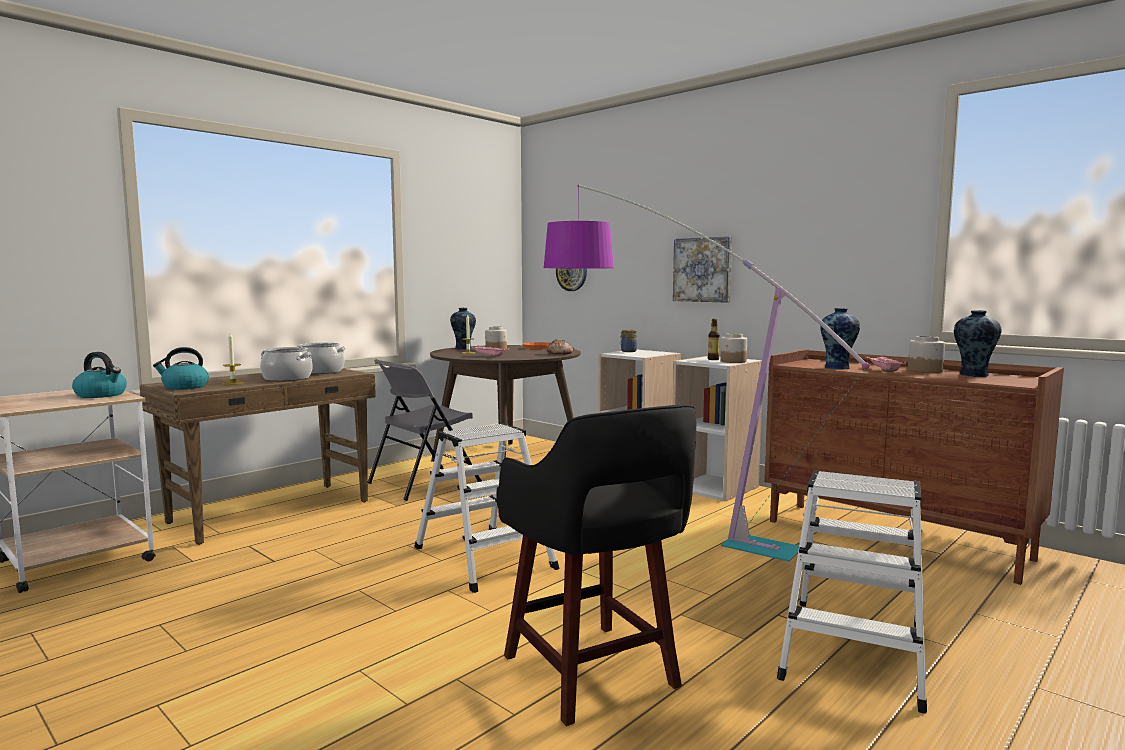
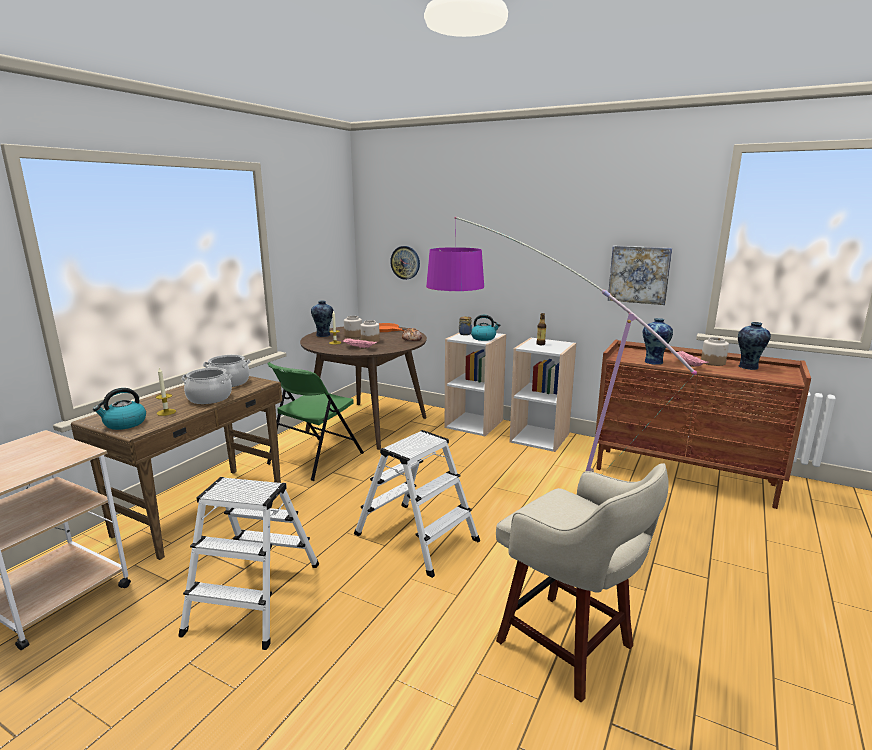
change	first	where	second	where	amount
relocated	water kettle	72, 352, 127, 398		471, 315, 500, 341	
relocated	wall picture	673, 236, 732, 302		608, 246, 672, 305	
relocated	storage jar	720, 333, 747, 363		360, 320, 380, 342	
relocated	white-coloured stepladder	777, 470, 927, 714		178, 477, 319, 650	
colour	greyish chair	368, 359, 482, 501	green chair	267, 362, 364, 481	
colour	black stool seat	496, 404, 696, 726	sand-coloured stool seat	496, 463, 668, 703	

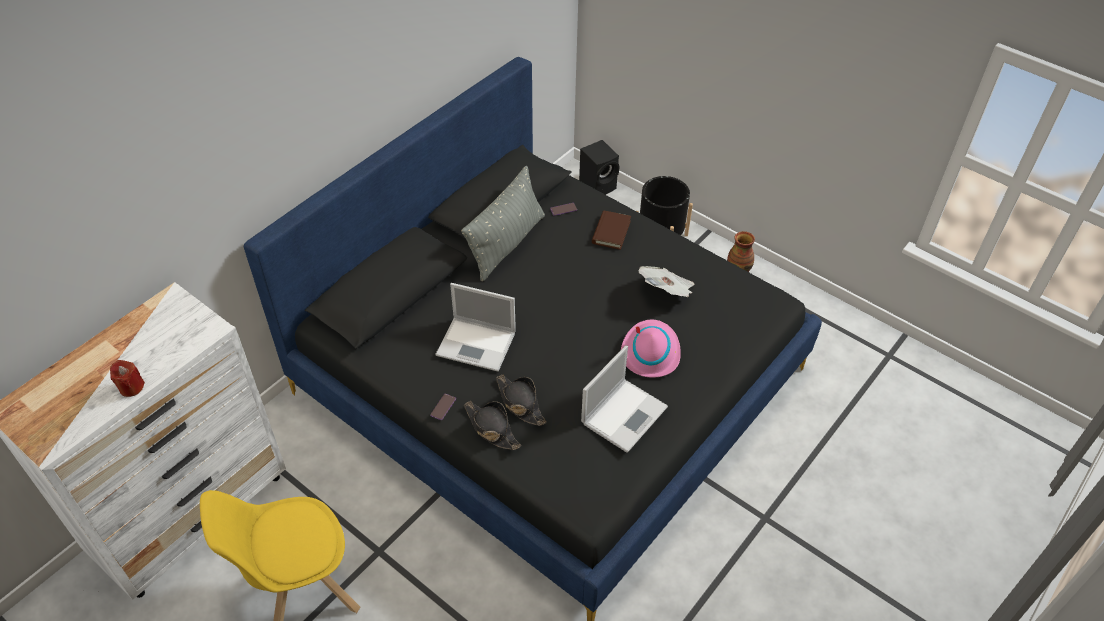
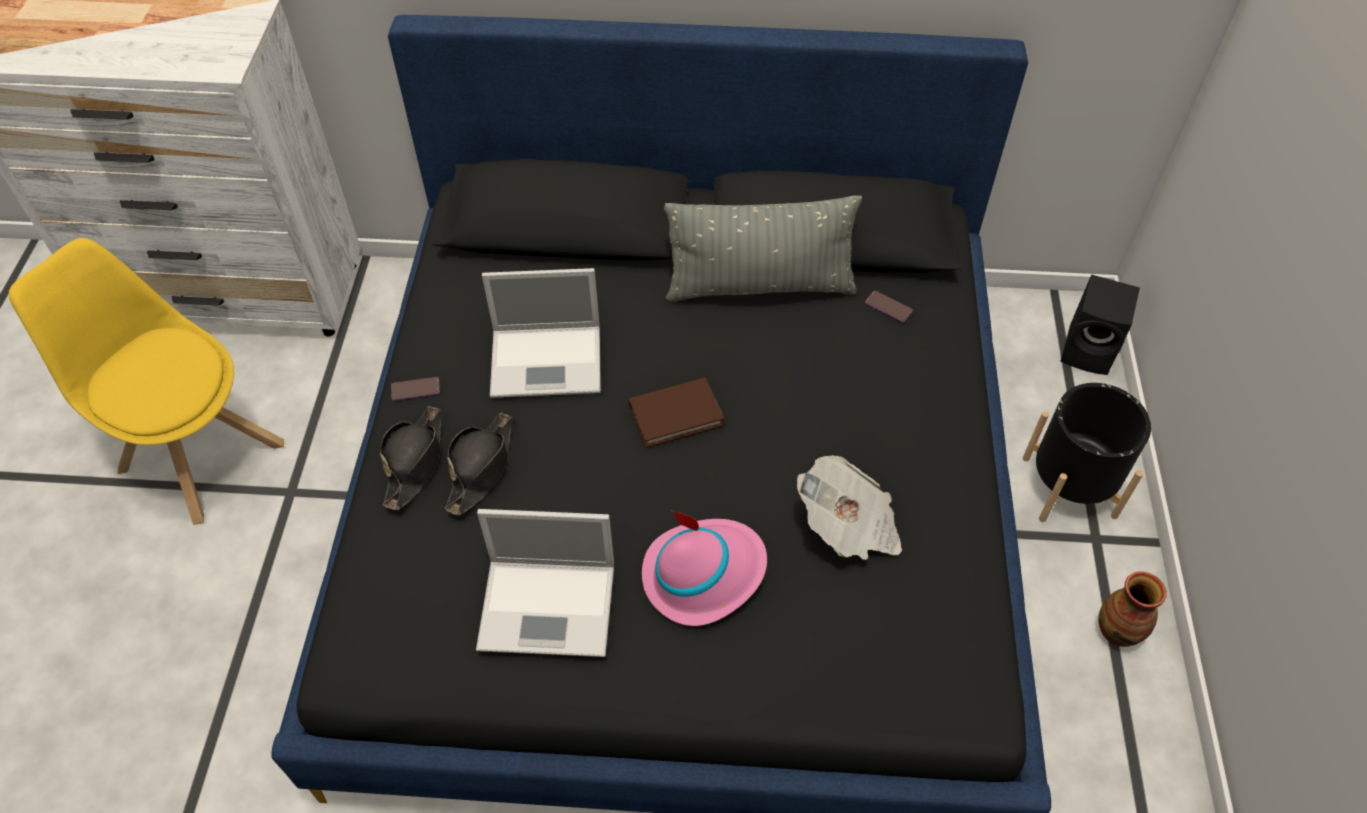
change	first	where	second	where	amount
missing	red-coloured wax light	110, 360, 145, 397			
relocated	brown volume	592, 211, 631, 250		629, 378, 724, 448	
spun	portable computer	435, 283, 516, 372		482, 268, 601, 398	75 degrees counterclockwise

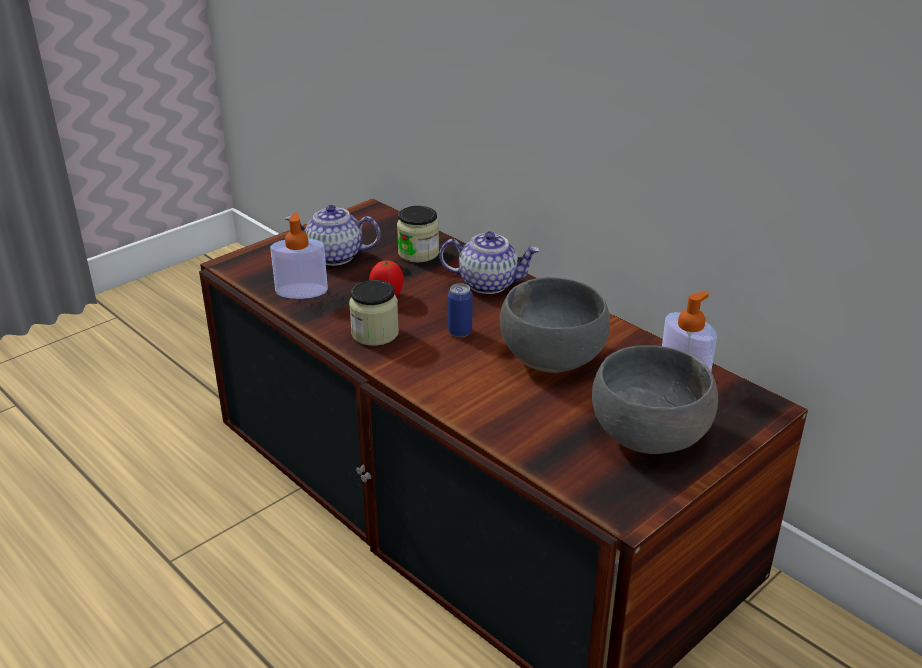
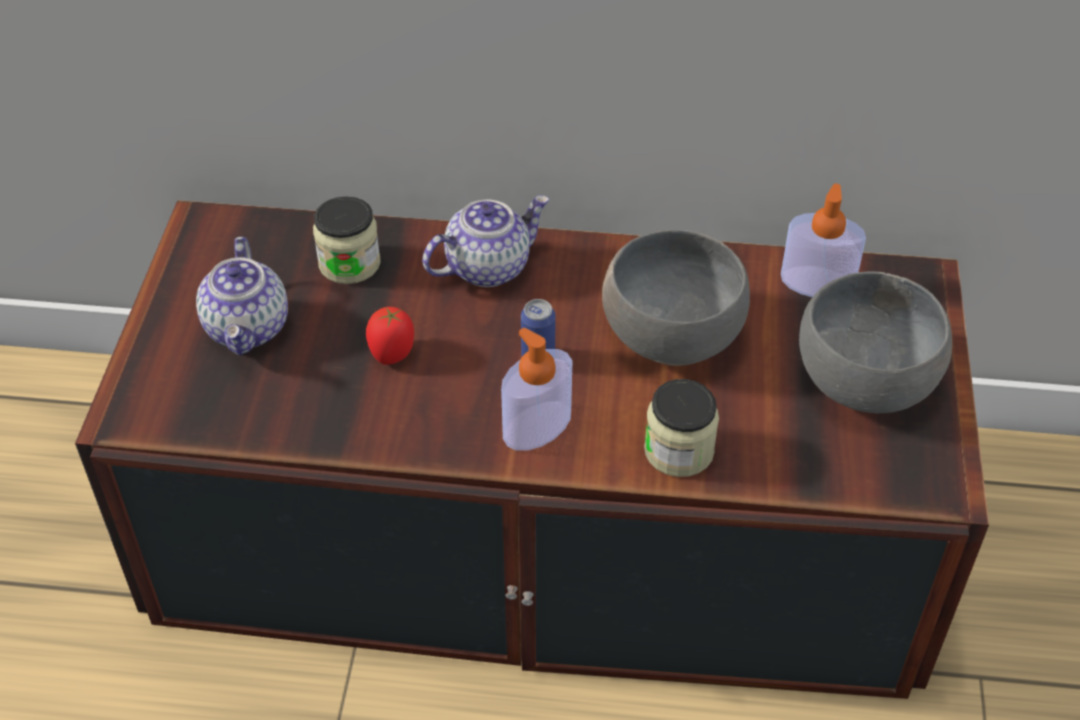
change	first	where	second	where	amount
relocated	liquid soap bottle	270, 213, 328, 299		501, 328, 572, 451	
relocated	storage jar	349, 280, 399, 346		644, 379, 719, 477	
spun	pot for tea	285, 205, 380, 266		196, 237, 288, 356	60 degrees counterclockwise

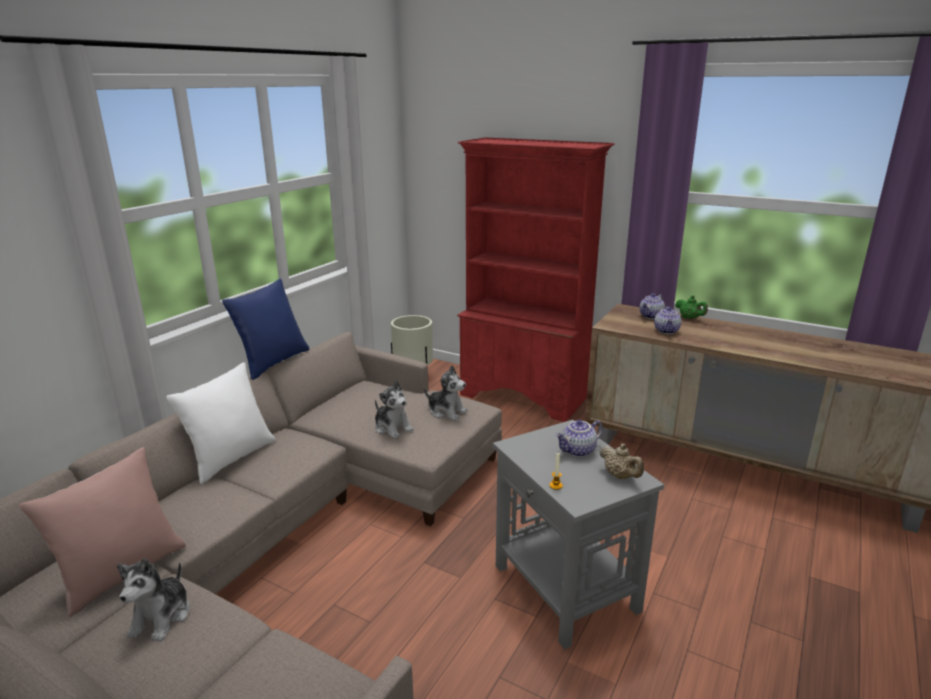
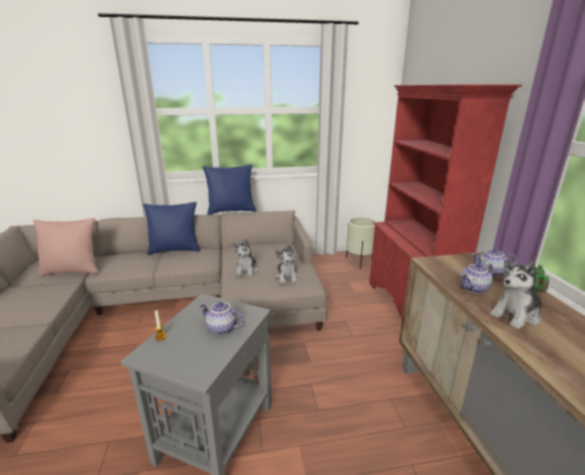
change	first	where	second	where	amount
missing	sand-coloured pot for tea	600, 443, 644, 479			
relocated	plush toy	117, 558, 190, 642		490, 259, 541, 329	
colour	white-coloured cushion	166, 362, 276, 484	bluish cushion	143, 202, 200, 255	

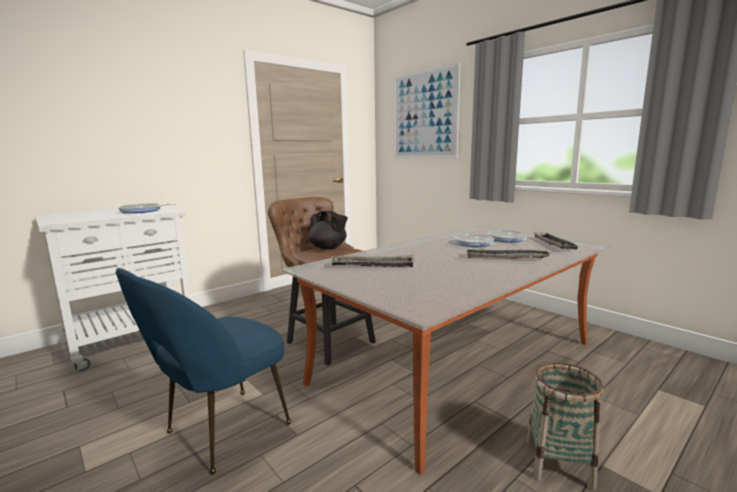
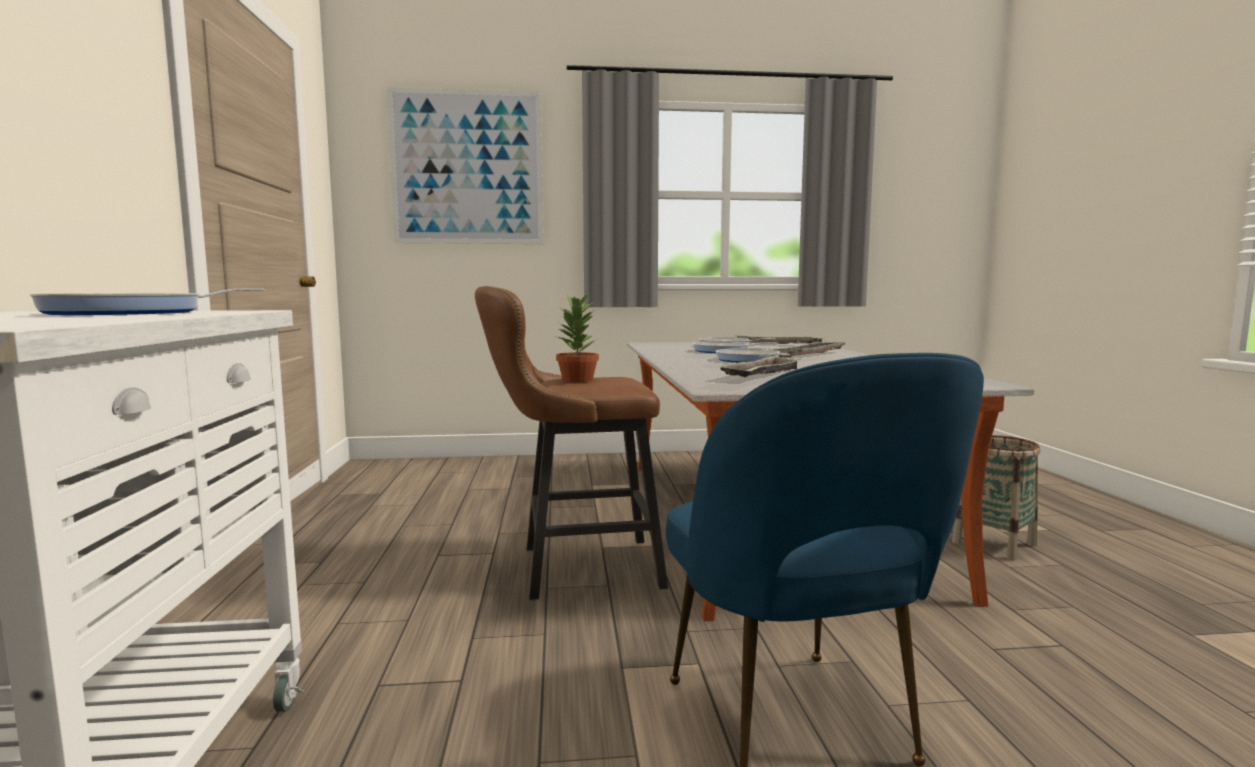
change	first	where	second	where	amount
appeared			pan	715, 348, 790, 363	
exchanged	black pot for tea	308, 211, 348, 250	plant in a pot	554, 291, 599, 382	

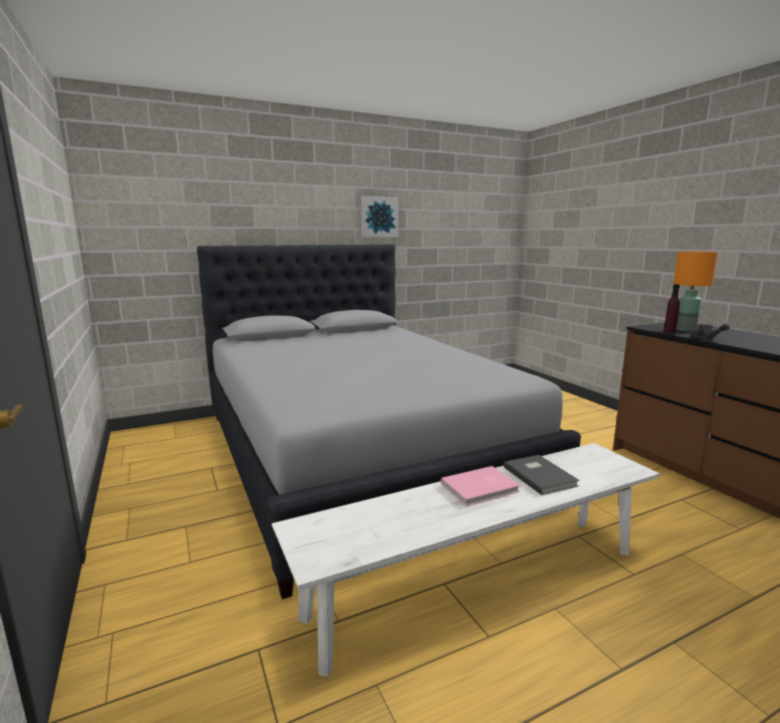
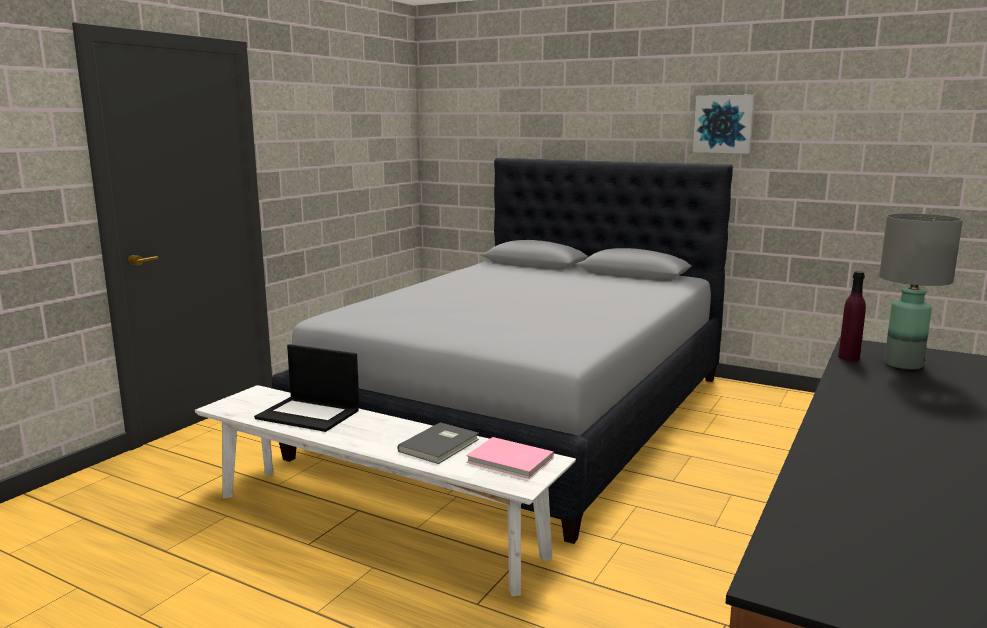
change	first	where	second	where	amount
missing	greyish pot for tea	692, 323, 730, 338			
appeared			portable computer	254, 344, 360, 432	
relocated	pinkish volume	441, 466, 520, 506		466, 437, 554, 479	
colour	orangey tabletop lamp	673, 251, 718, 332	greyish tabletop lamp	879, 213, 963, 369	

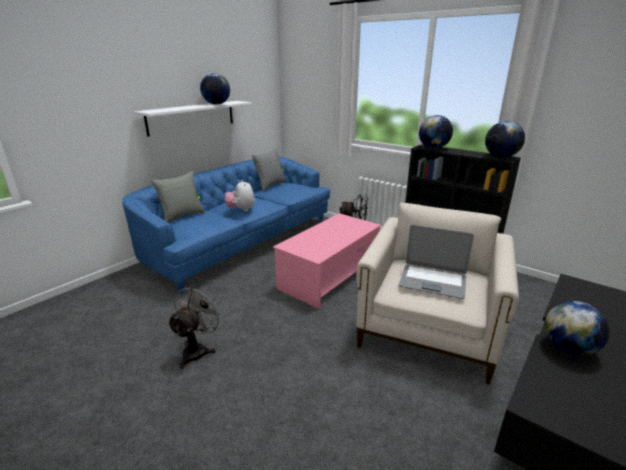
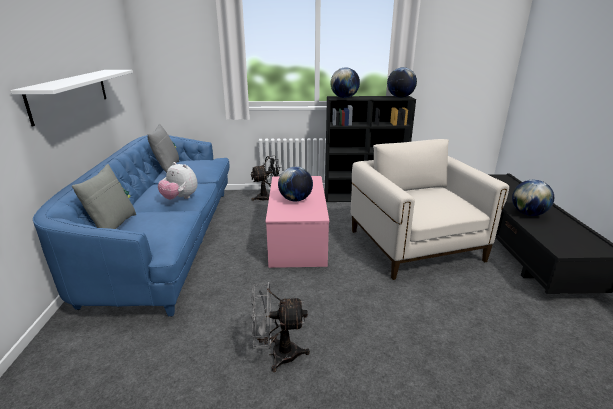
change	first	where	second	where	amount
missing	portable computer	399, 225, 474, 299			
relocated	desk globe	200, 73, 230, 105		278, 167, 313, 202	
spun	greyish cooling fan	167, 283, 225, 369		251, 282, 310, 372	75 degrees counterclockwise

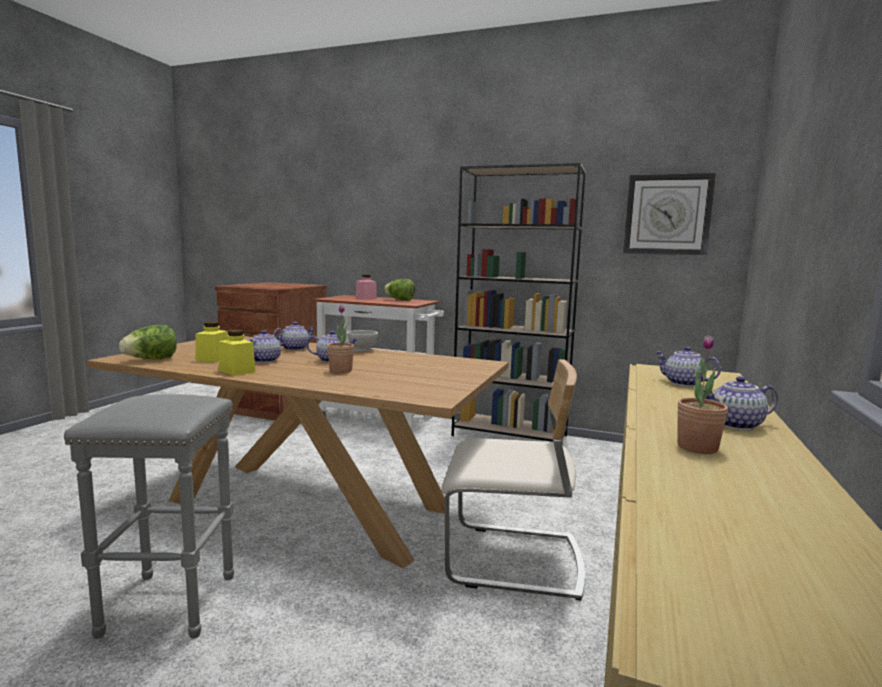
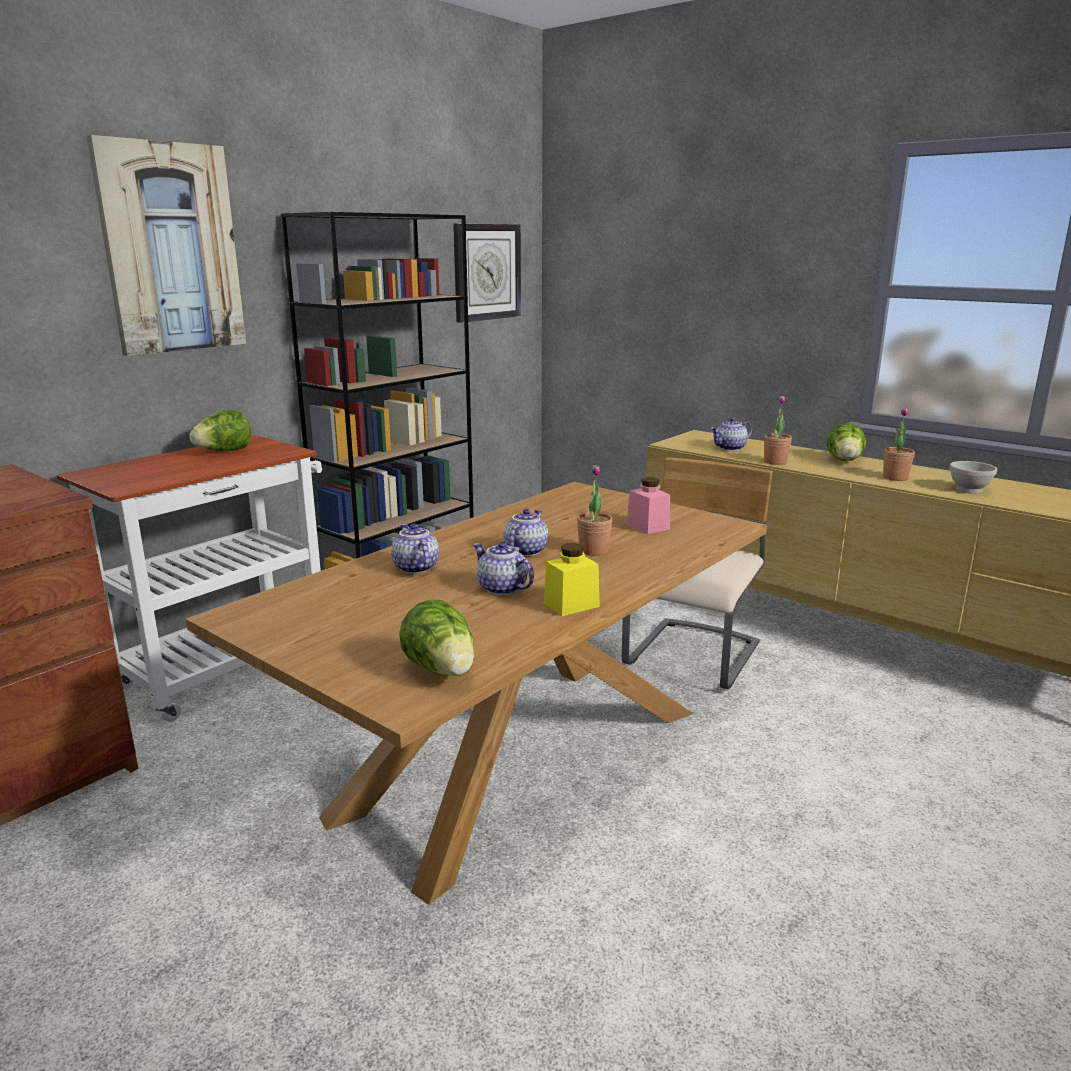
change	first	where	second	where	amount
missing	greyish stool seat	64, 394, 234, 638			
missing	yellow storage jar	196, 321, 228, 362			
appeared			wall picture	87, 135, 246, 356	
appeared			plant in a pot	764, 396, 792, 465	
relocated	white-coloured deep dish	347, 330, 378, 352		949, 461, 997, 494	
relocated	pinkish storage jar	355, 275, 377, 300		627, 477, 670, 534	
exchanged	pot for tea	704, 376, 778, 430	lettuce head	827, 423, 866, 461	

